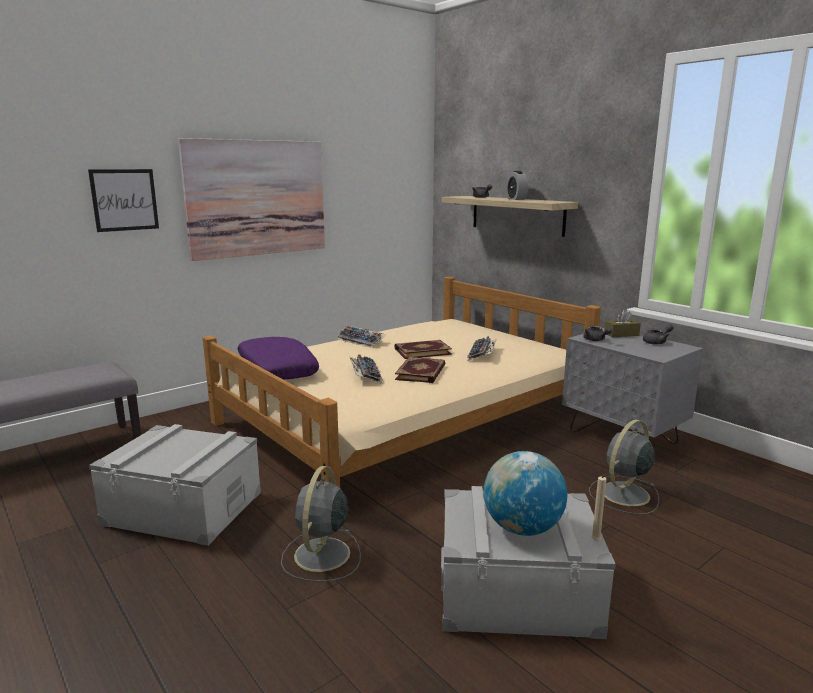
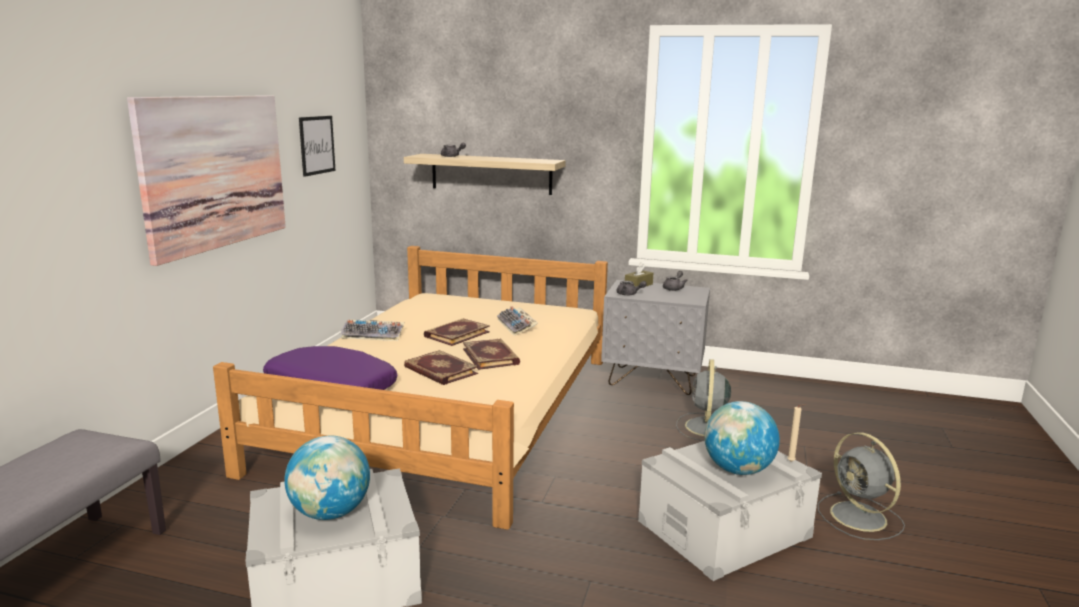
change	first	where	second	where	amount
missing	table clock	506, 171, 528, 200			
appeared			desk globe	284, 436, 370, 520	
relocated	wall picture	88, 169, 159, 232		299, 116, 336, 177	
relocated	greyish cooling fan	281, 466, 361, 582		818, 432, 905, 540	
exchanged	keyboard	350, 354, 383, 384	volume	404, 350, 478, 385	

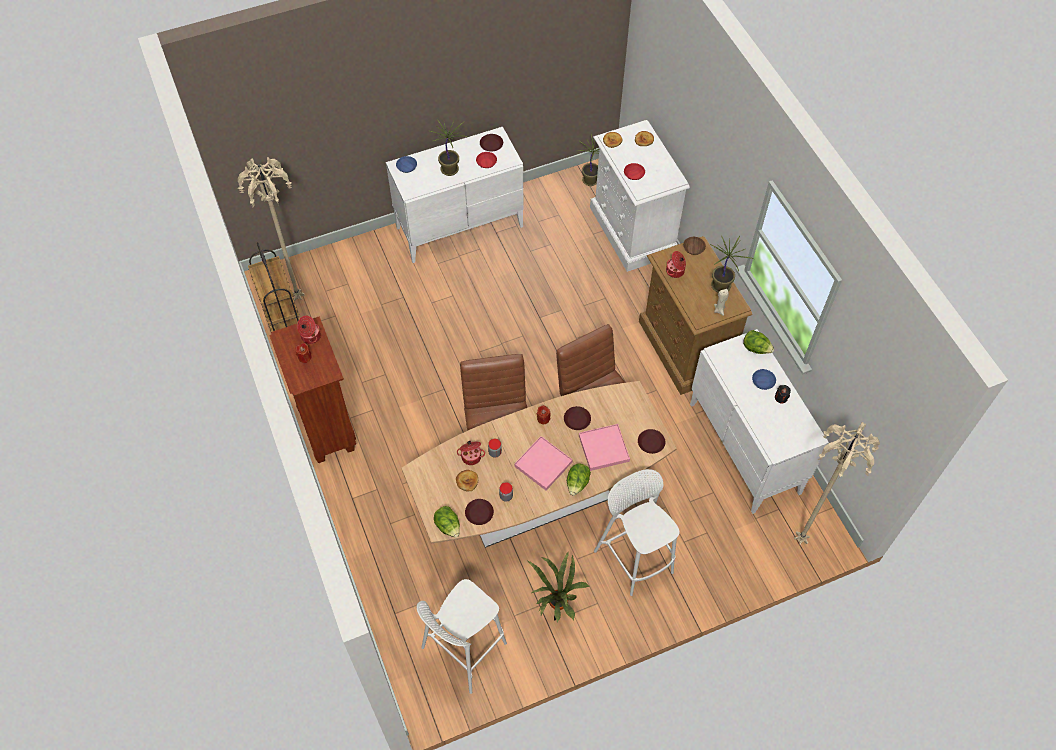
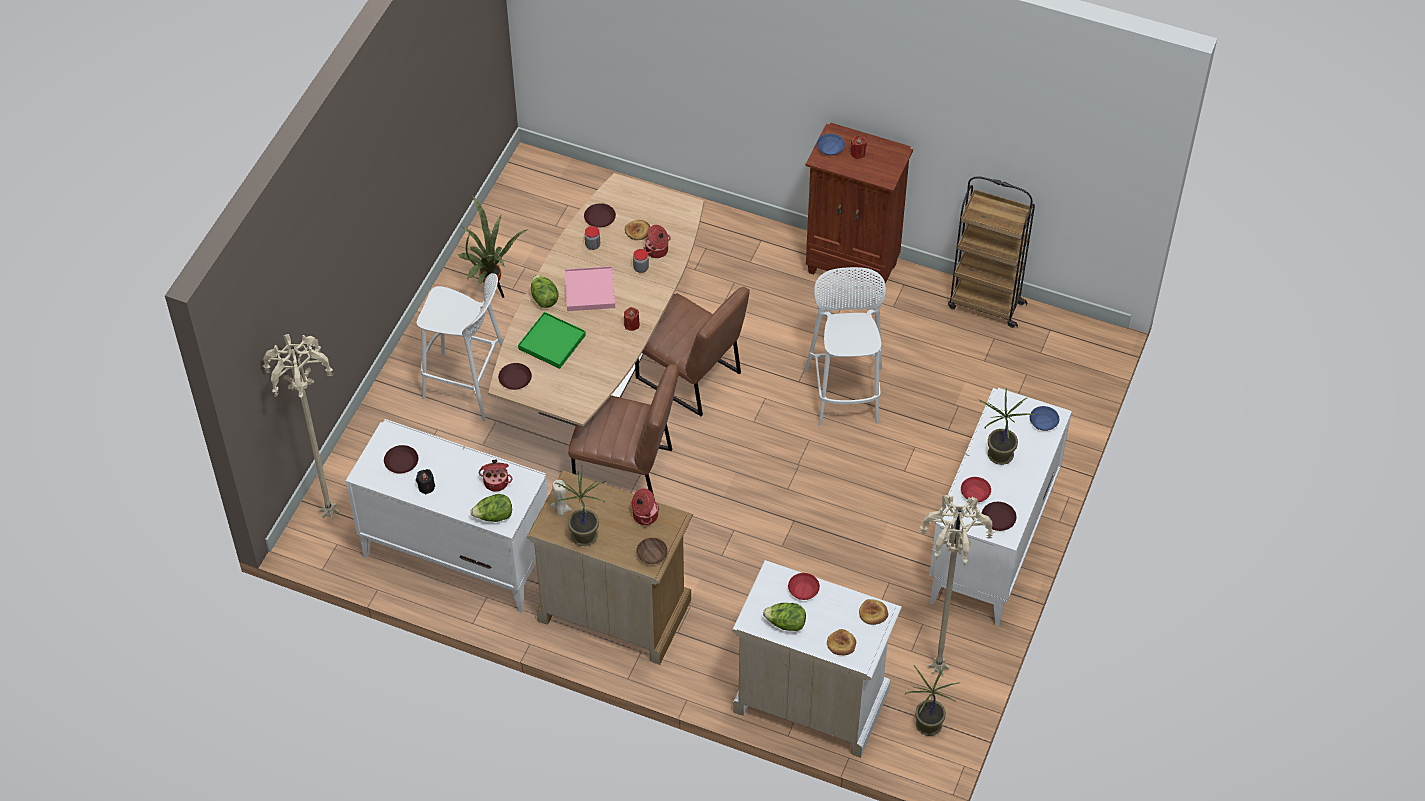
change	first	where	second	where	amount
relocated	sand-coloured standard lamp	238, 157, 305, 300		920, 495, 995, 676	
relocated	stockpot	297, 316, 321, 344		479, 460, 513, 492	
relocated	white-coloured stool seat	417, 579, 507, 694		804, 267, 886, 426	
relocated	lettuce head	434, 506, 460, 538		763, 603, 806, 631	
relocated	brown flat dish	564, 406, 591, 430		384, 445, 418, 474	
relocated	bluish deep dish	752, 369, 776, 390		817, 134, 845, 155	
colour	pinkish carrying tray	579, 424, 630, 471	green carrying tray	518, 312, 586, 369	

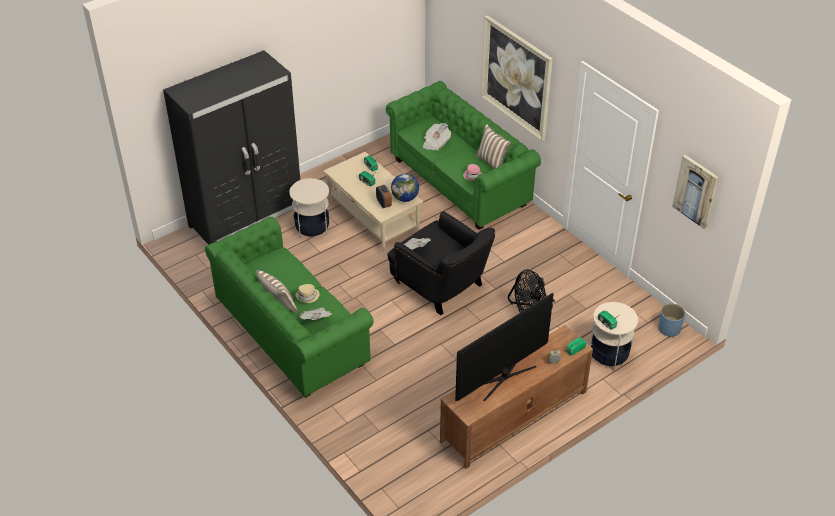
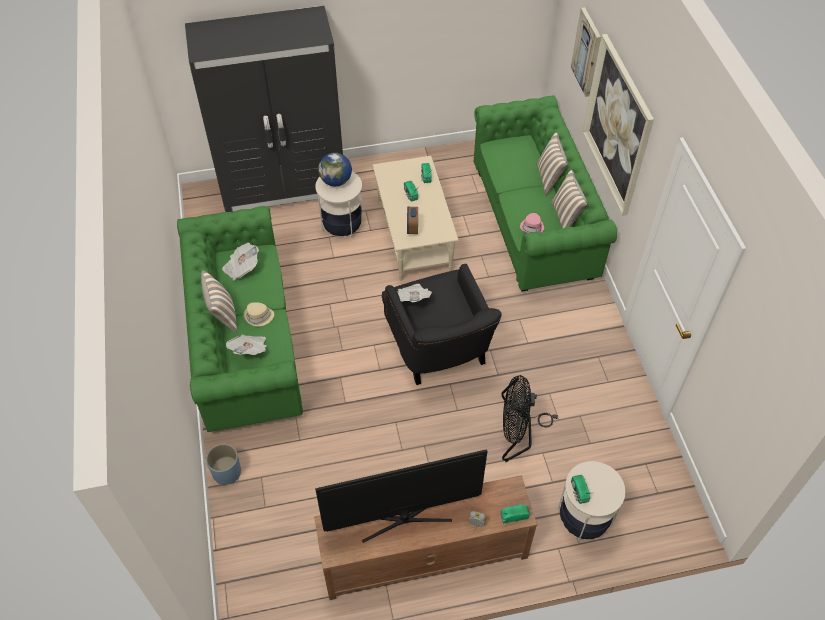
change	first	where	second	where	amount
appeared			cushion	537, 132, 568, 196	
relocated	desk globe	391, 174, 419, 202		318, 153, 352, 187	
relocated	newspaper	423, 123, 451, 151		222, 243, 259, 281	
relocated	bluish planter	658, 303, 685, 337		206, 443, 241, 485	
relocated	wall picture	672, 155, 719, 229		571, 7, 601, 97	

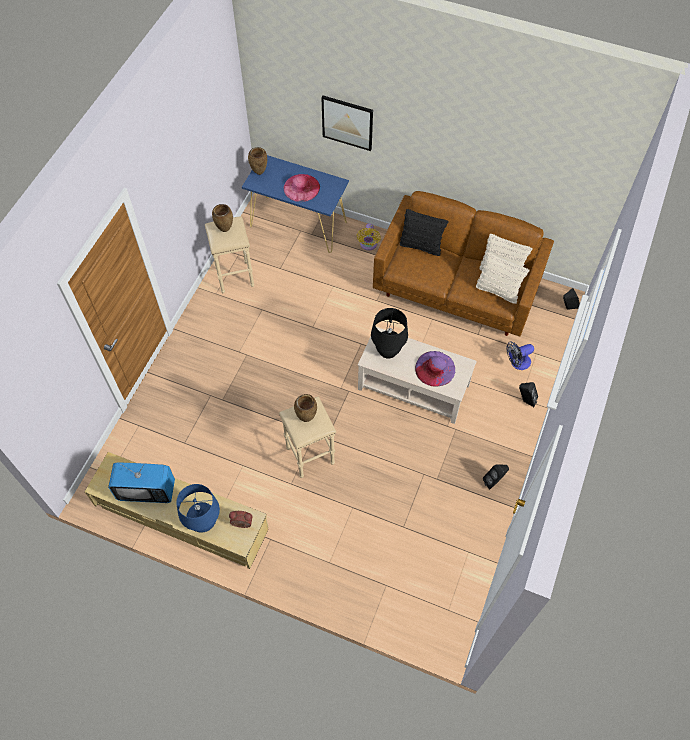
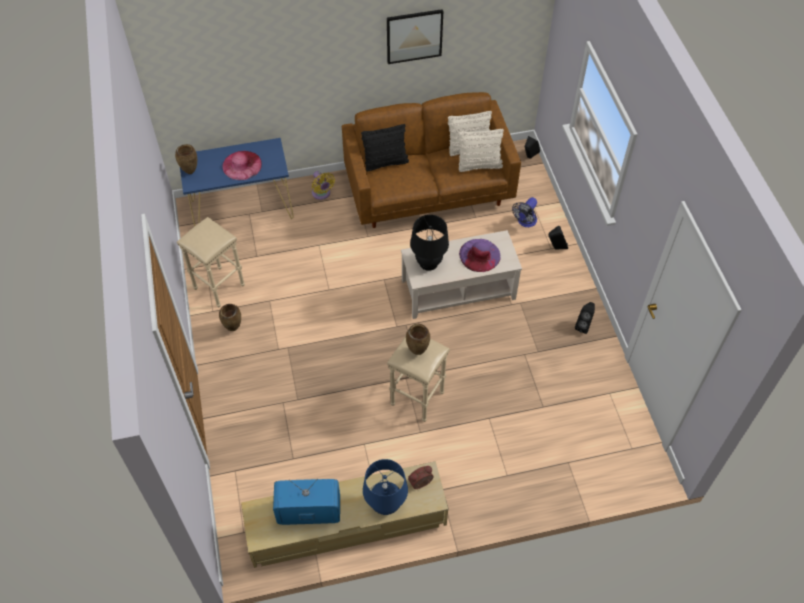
change	first	where	second	where	amount
relocated	brown decorative vase	212, 204, 233, 232		219, 304, 241, 331	
relocated	wall picture	321, 95, 373, 151		387, 9, 443, 64	
spun	TV	108, 462, 175, 503		273, 479, 340, 525	150 degrees counterclockwise

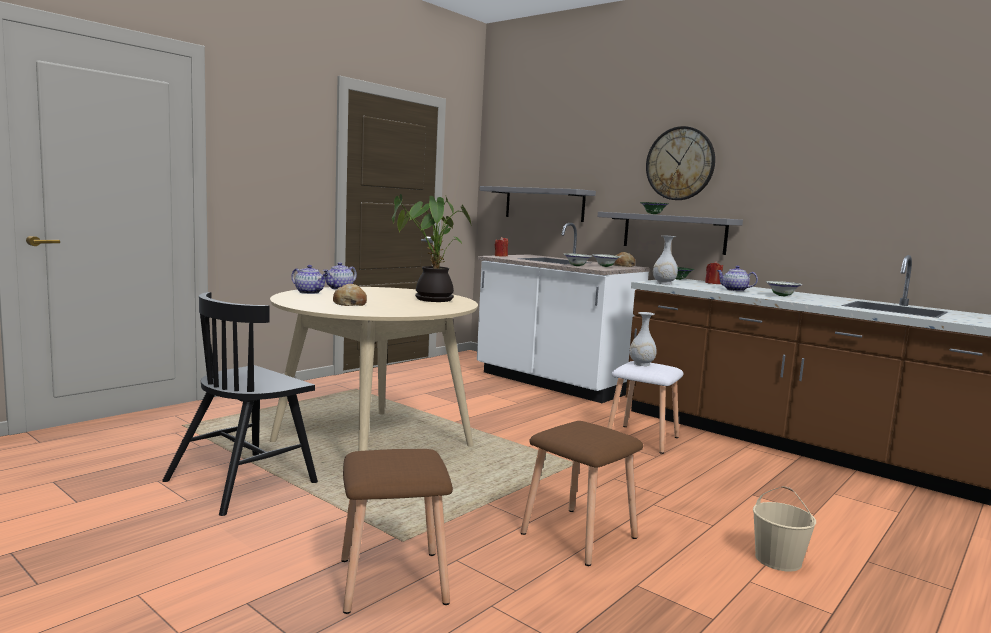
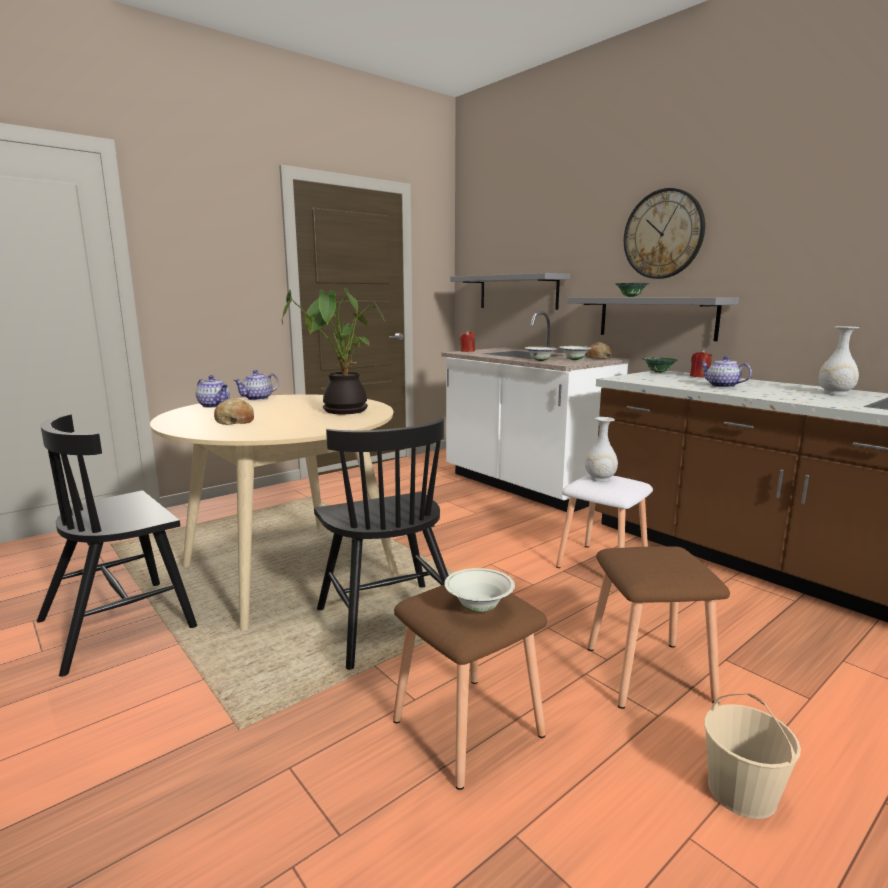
change	first	where	second	where	amount
appeared			black chair	314, 418, 449, 670	
relocated	brown stool seat	341, 449, 453, 614		587, 546, 730, 709	
relocated	white-coloured decorative vase	653, 235, 678, 284		818, 326, 859, 395	
relocated	white-coloured deep dish	766, 281, 803, 296		444, 568, 515, 612	

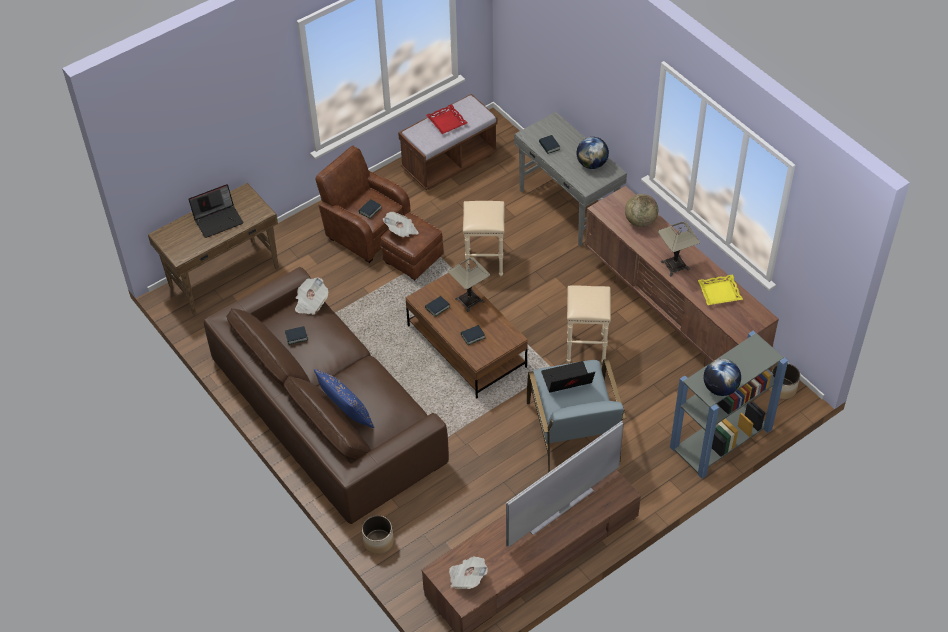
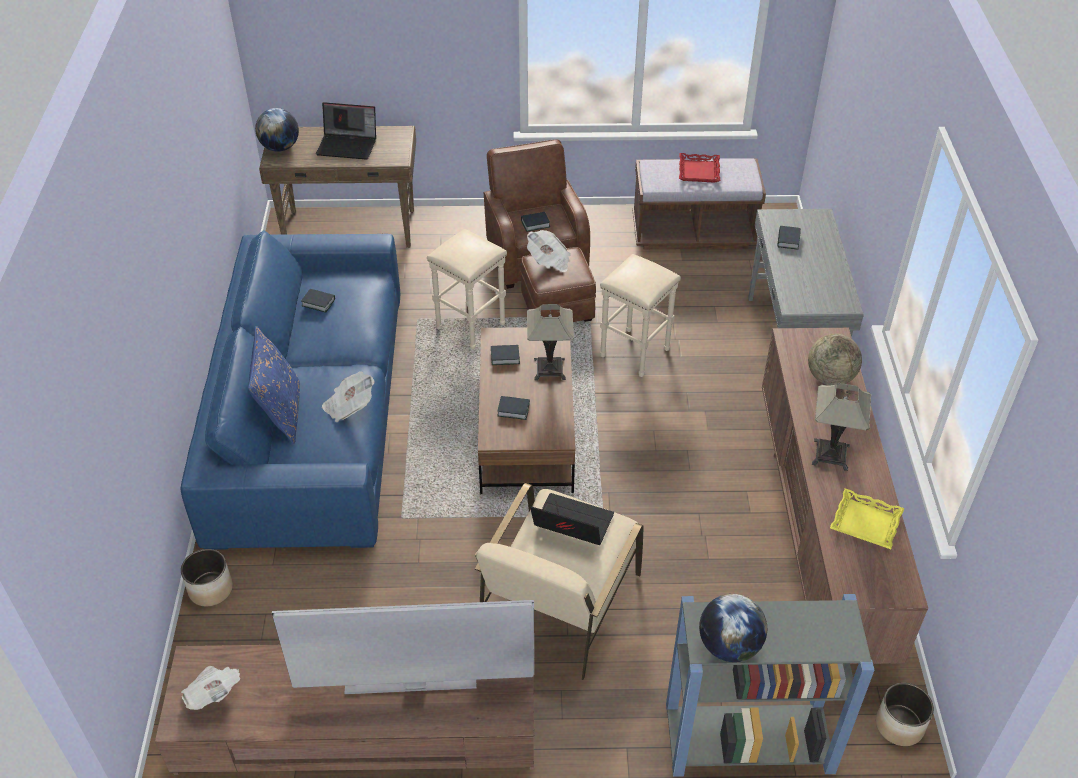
change	first	where	second	where	amount
relocated	newspaper	295, 278, 328, 315		322, 371, 375, 422	
relocated	sand-coloured stool seat	567, 285, 611, 363		427, 229, 507, 349	
relocated	desk globe	577, 137, 609, 169		255, 108, 299, 152	
colour	brown settee	204, 267, 449, 524	bluish settee	180, 230, 400, 550	
colour	bluish armchair	527, 359, 626, 473	sand-coloured armchair	475, 483, 643, 680	

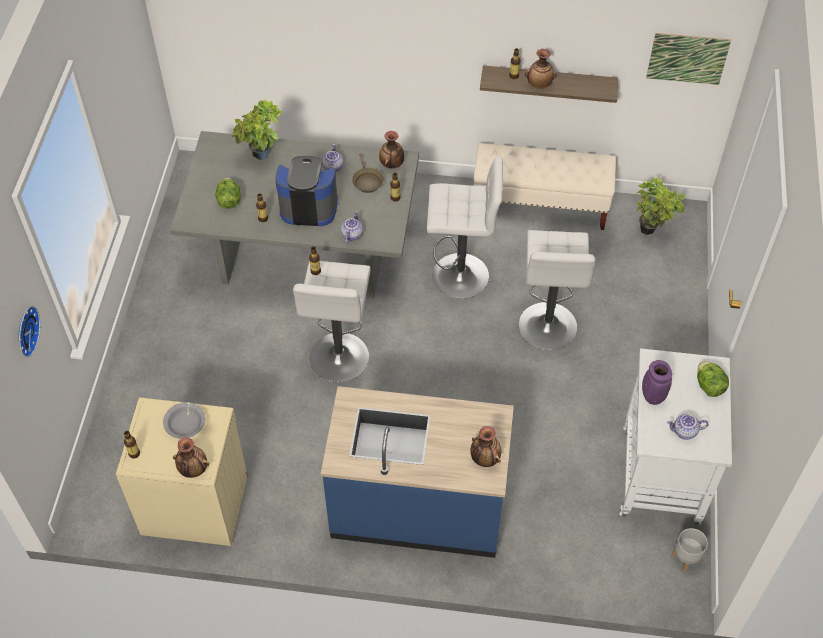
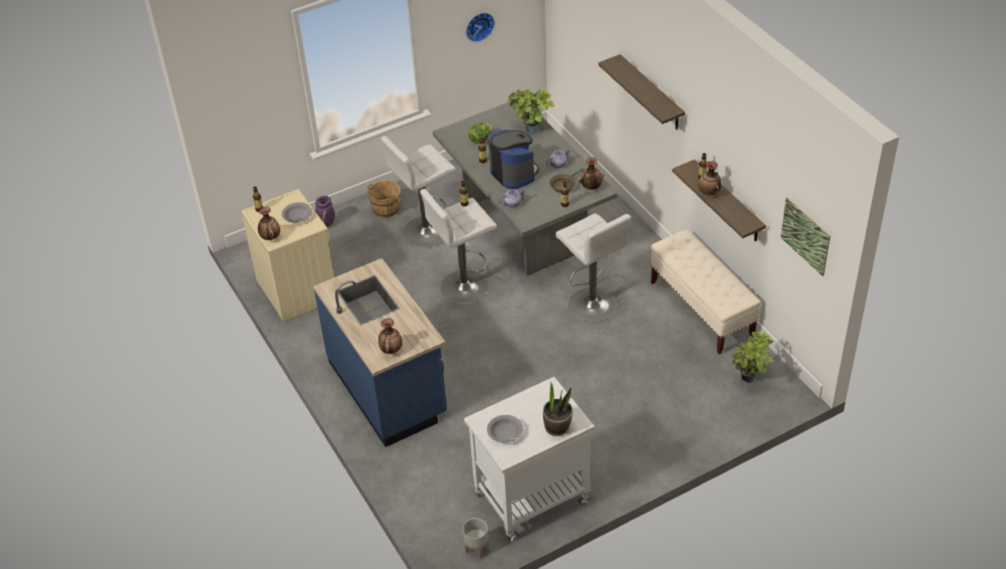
change	first	where	second	where	amount
appeared			brown water bucket	367, 180, 402, 217	
appeared			bracket shelf	598, 54, 685, 130	
relocated	clock on the wall	19, 306, 40, 357		466, 13, 495, 42	
relocated	white-coloured stool seat	519, 230, 596, 350		381, 136, 456, 248	
relocated	purple-coloured decorative vase	642, 360, 672, 405		315, 196, 335, 228	
exchanged	pot for tea	667, 414, 708, 440	greyish deep dish	487, 415, 523, 443	
exchanged	lettuce head	697, 361, 729, 397	plant in a pot	543, 381, 573, 436	

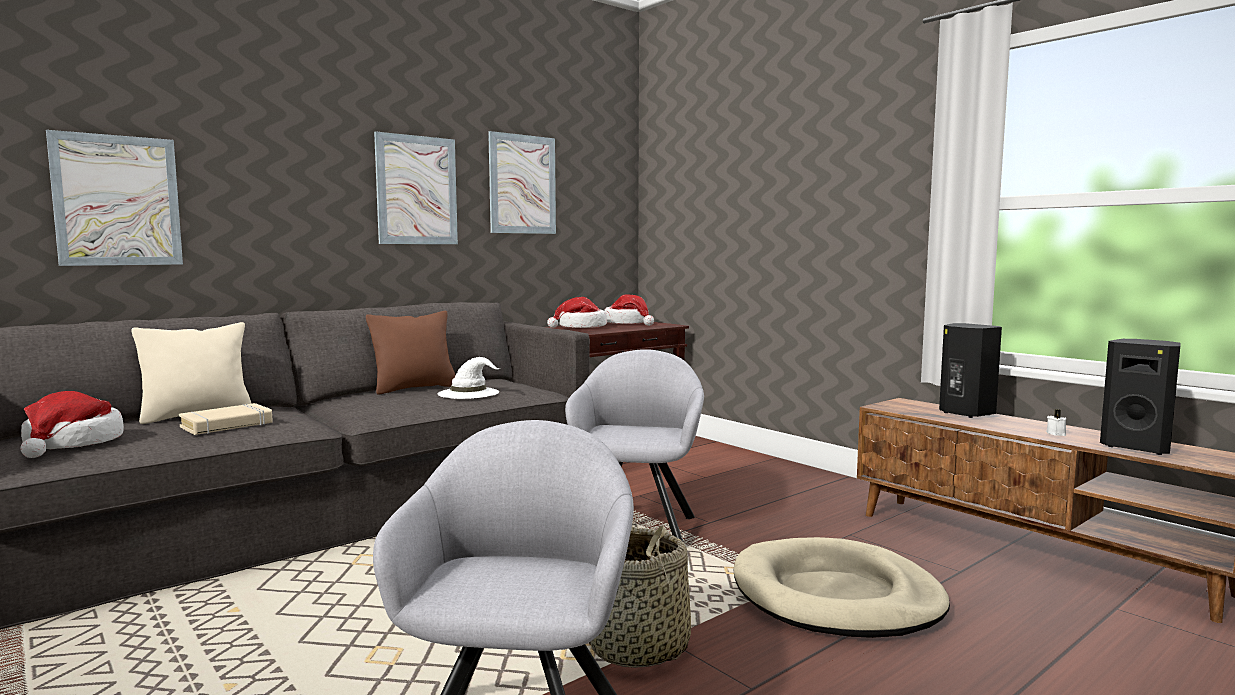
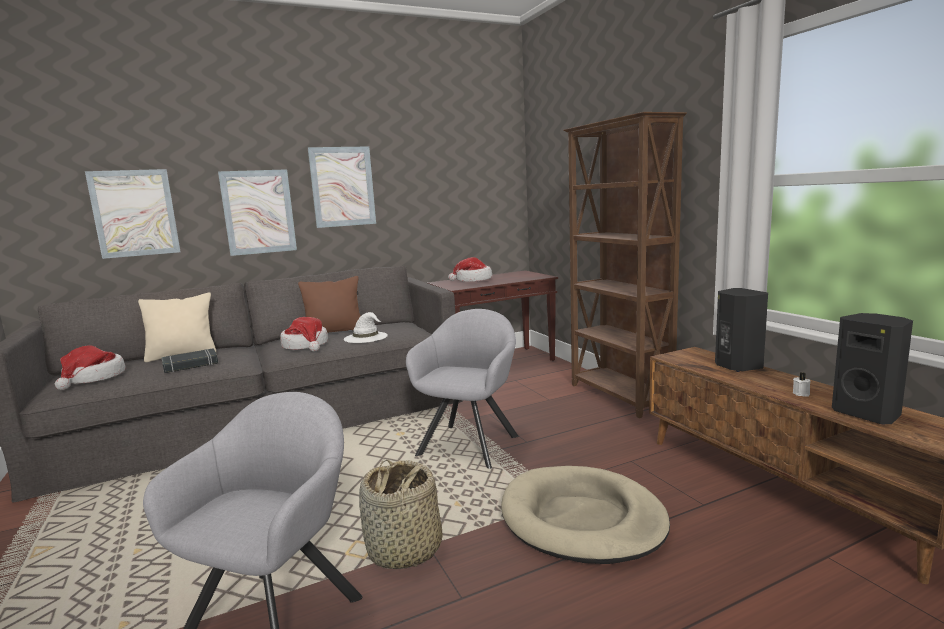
change	first	where	second	where	amount
appeared			brown bookcase	563, 112, 687, 418	
relocated	wall picture	488, 131, 556, 234		218, 169, 297, 256	
relocated	hat	604, 295, 654, 326		280, 317, 328, 352	
colour	sand-coloured volume	179, 403, 273, 435	black volume	161, 348, 218, 373	

